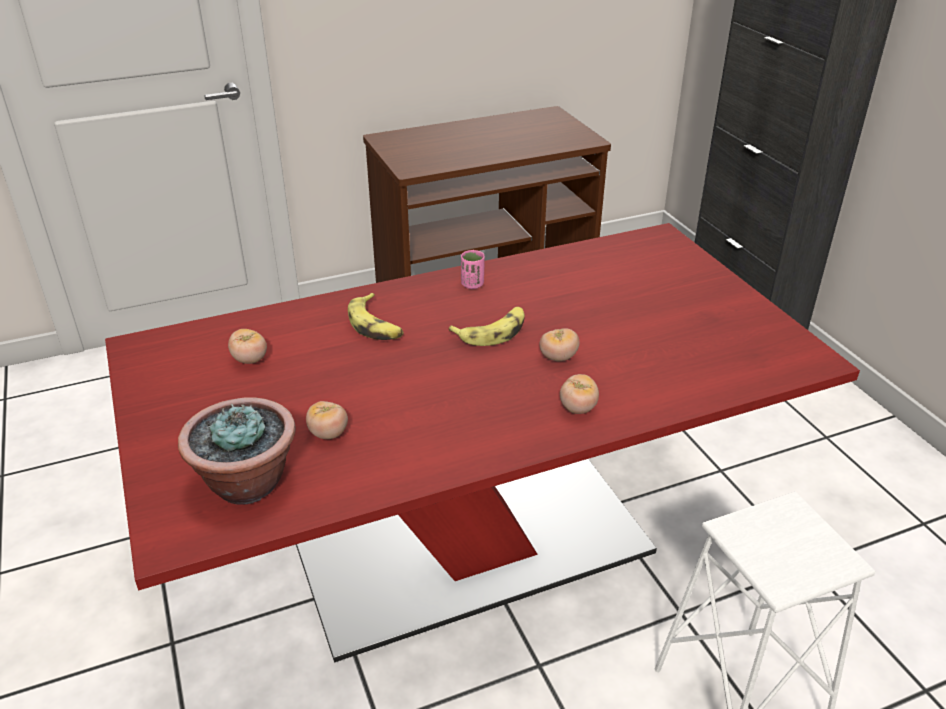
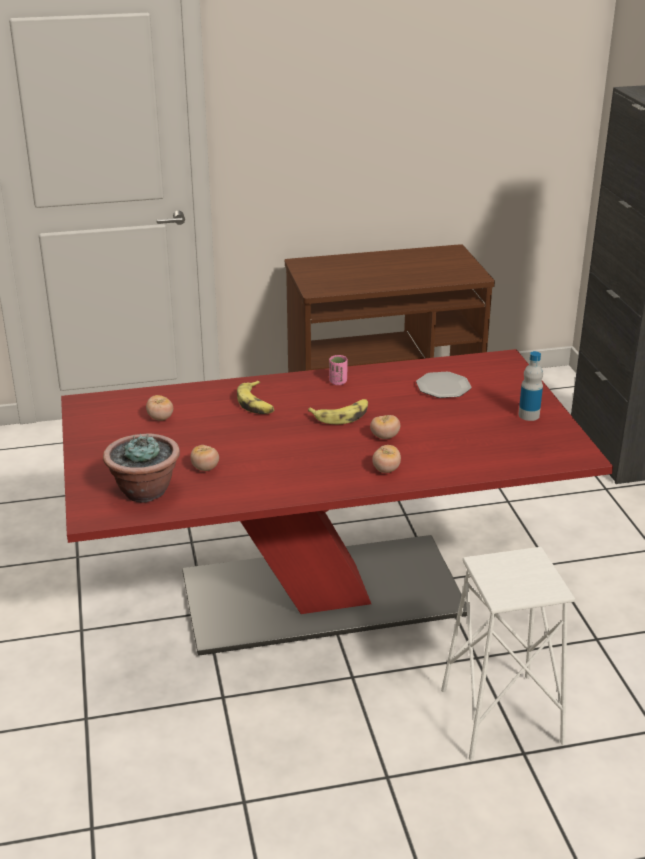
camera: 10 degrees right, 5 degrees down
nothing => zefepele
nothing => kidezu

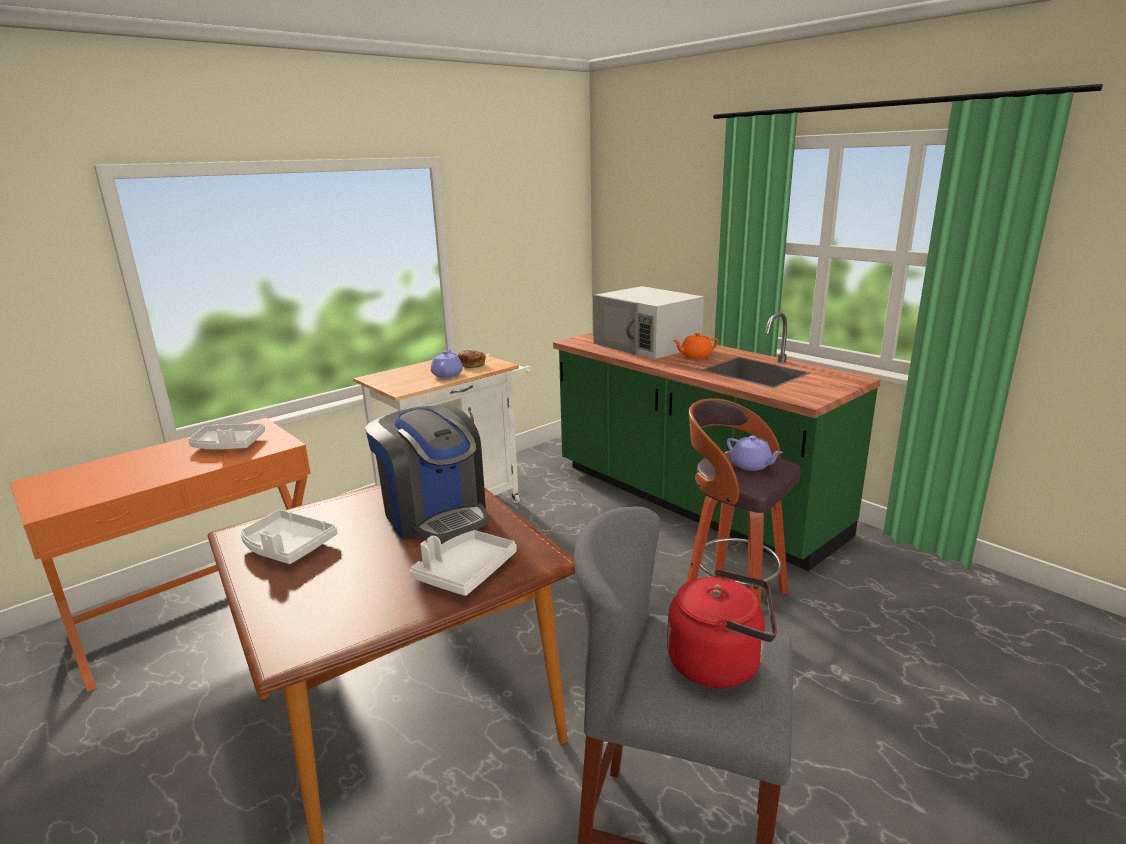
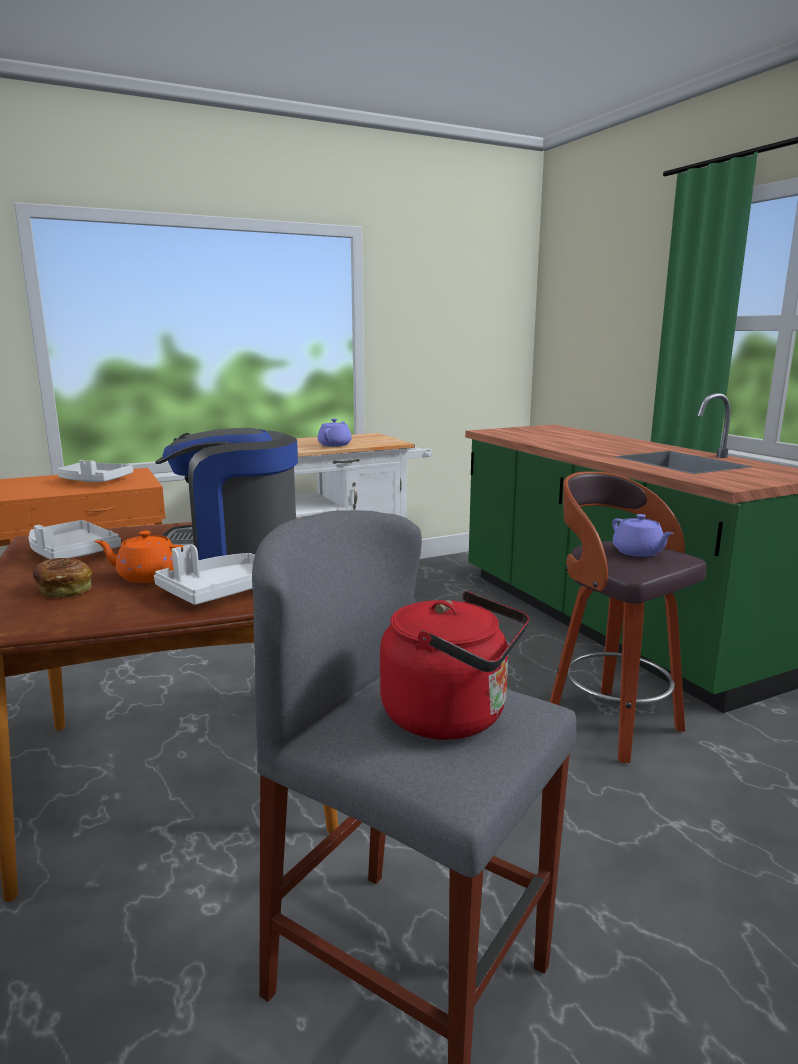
camera: 15 degrees right, 5 degrees down
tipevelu, move
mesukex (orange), move
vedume, 105 degrees clockwise
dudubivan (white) => nothing

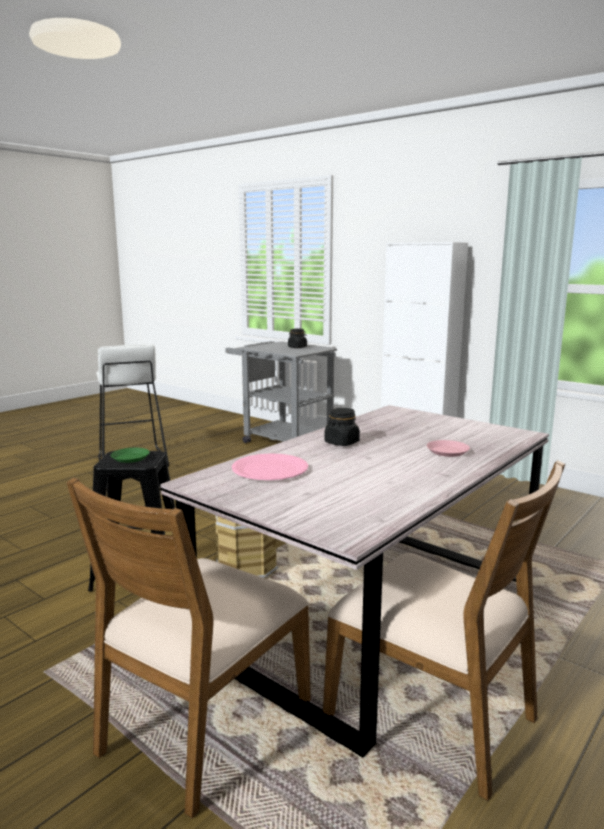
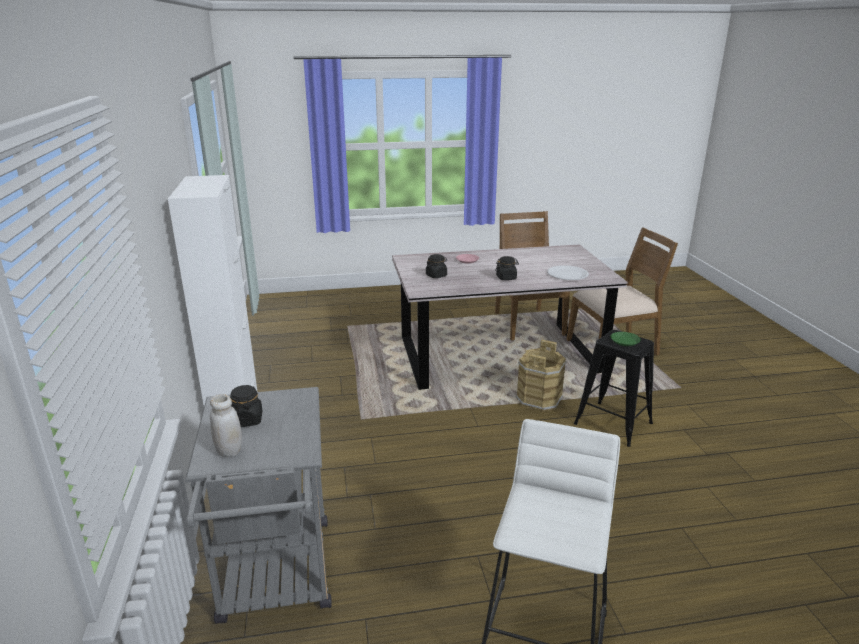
camera: 140 degrees left, 10 degrees up
nothing => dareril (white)
nothing => dareril (black) (2nd from left)
zefepele (pink) (1st from left) => zefepele (white)

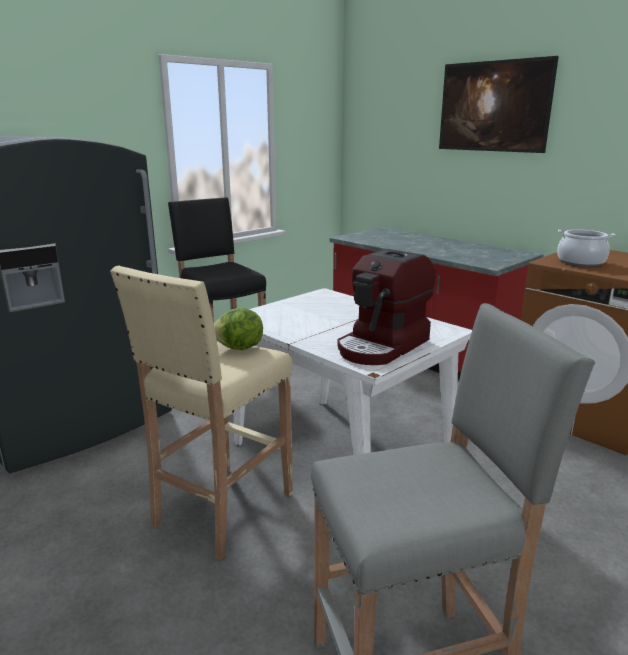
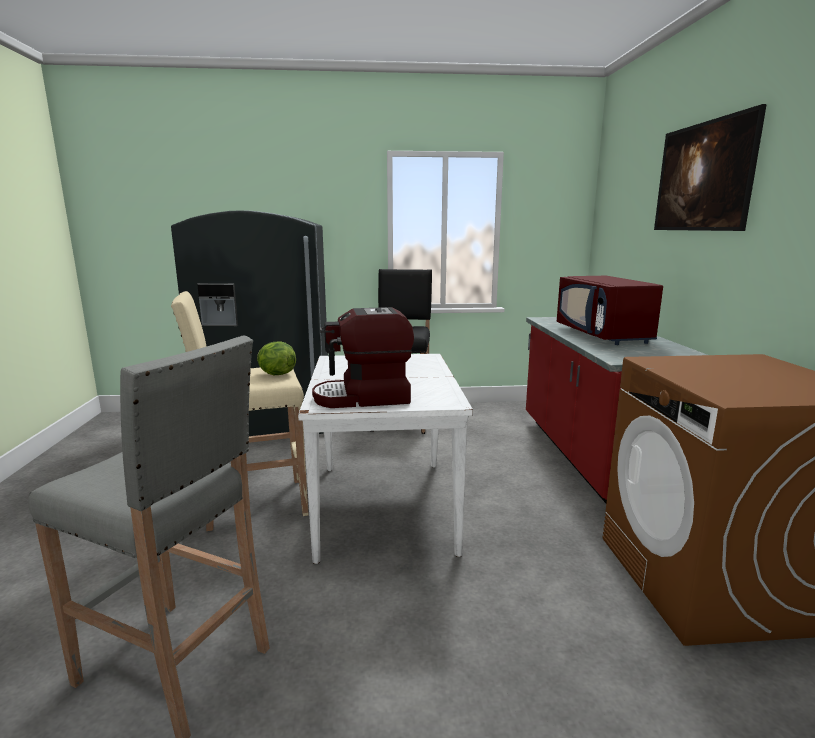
camera: 40 degrees right, 5 degrees down
nothing => dudubivan (red)
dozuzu => nothing

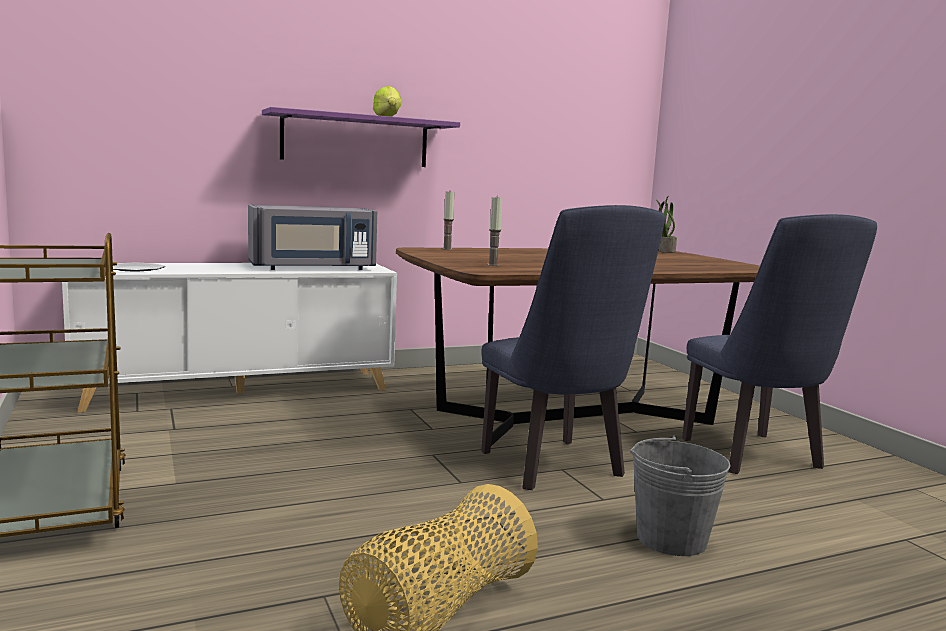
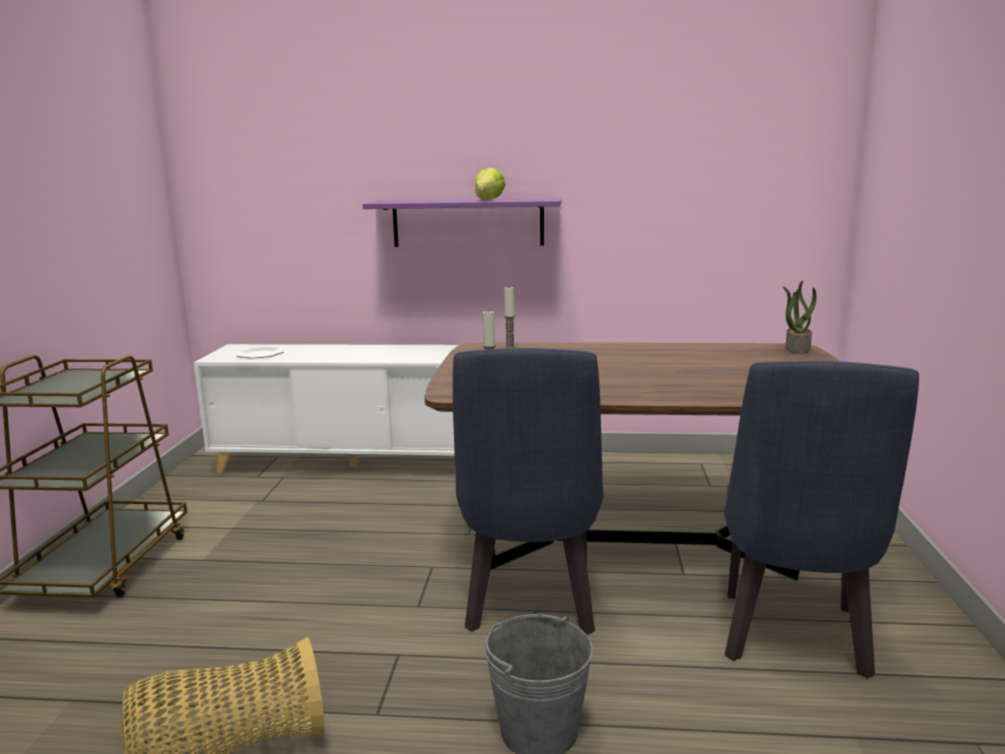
camera: 30 degrees right, 5 degrees up
dudubivan (grey) => nothing

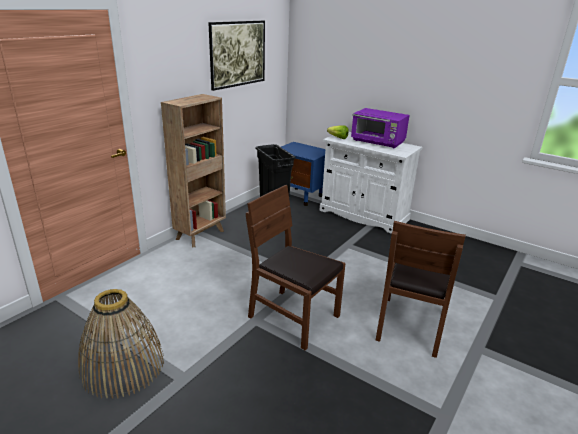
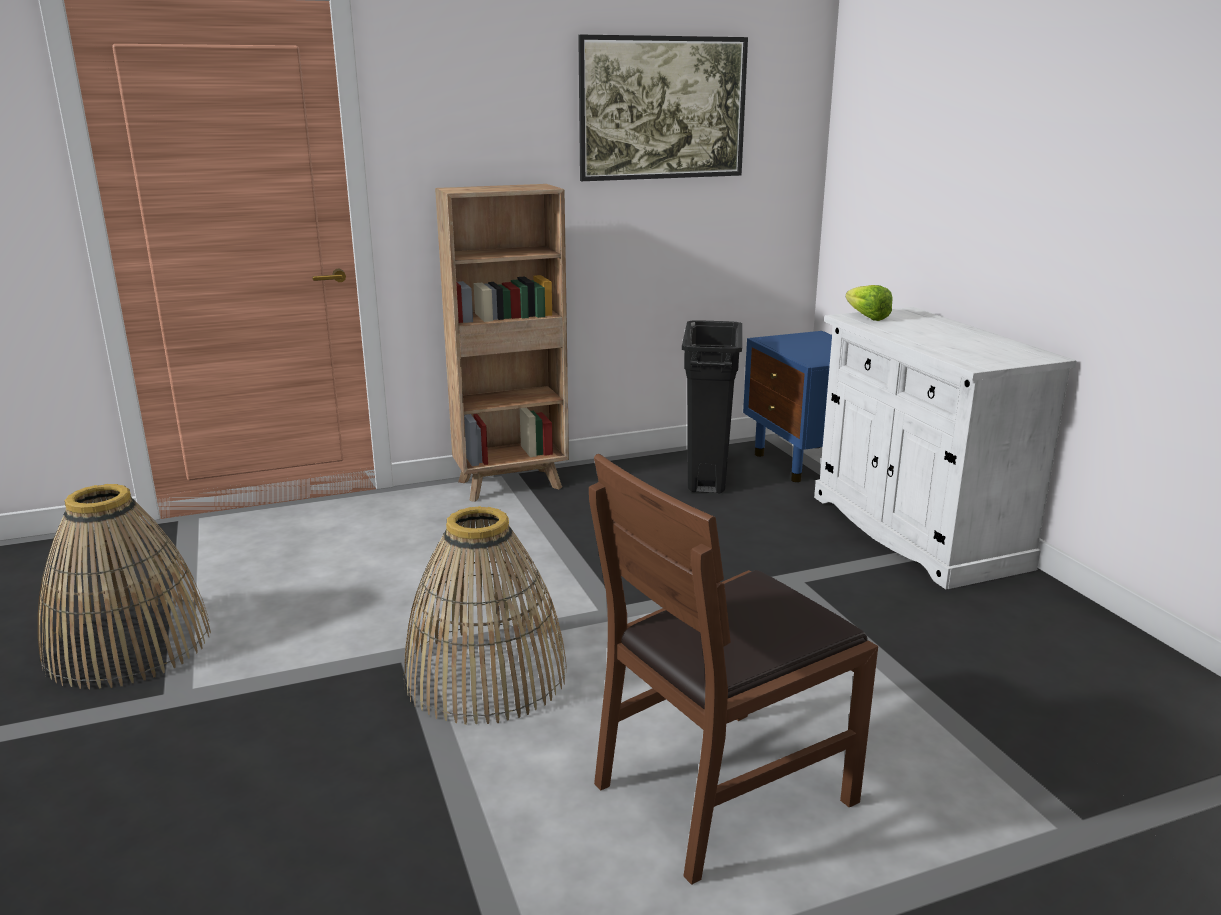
camera: 35 degrees right, 5 degrees down
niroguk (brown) (1st from left) => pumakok (2nd from left)
dudubivan (purple) => nothing

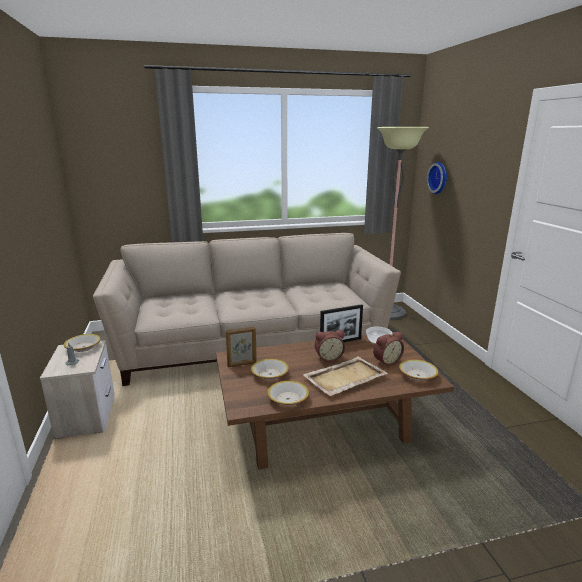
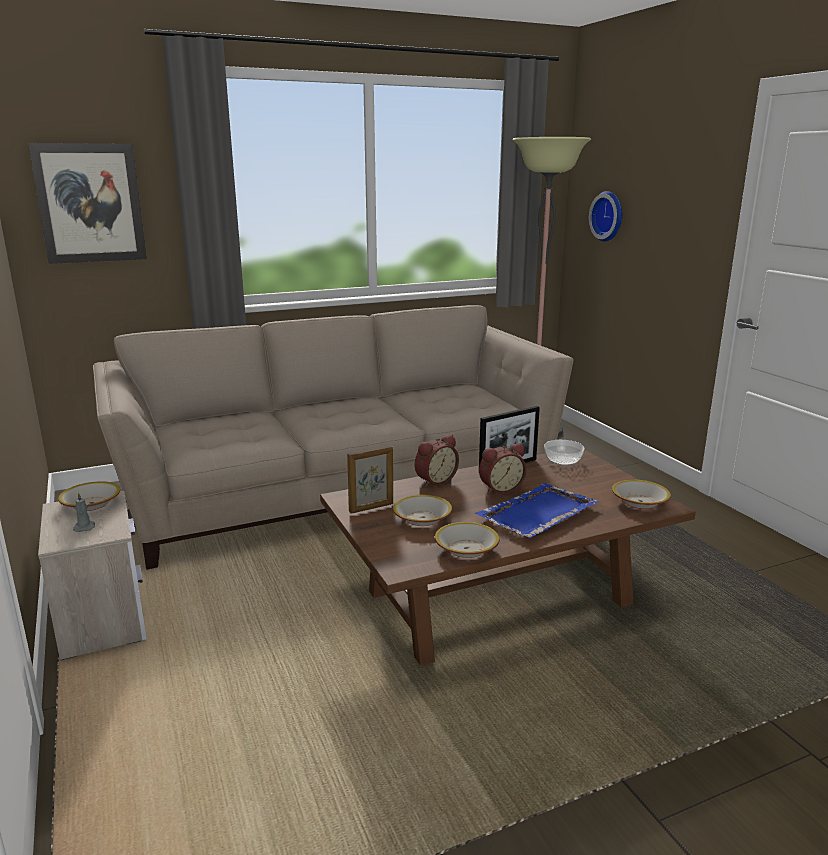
camera: 10 degrees left, 0 degrees up
nothing => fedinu
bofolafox (2nd from left in the first image) => bofolafox (1st from left), move
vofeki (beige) => vofeki (blue)

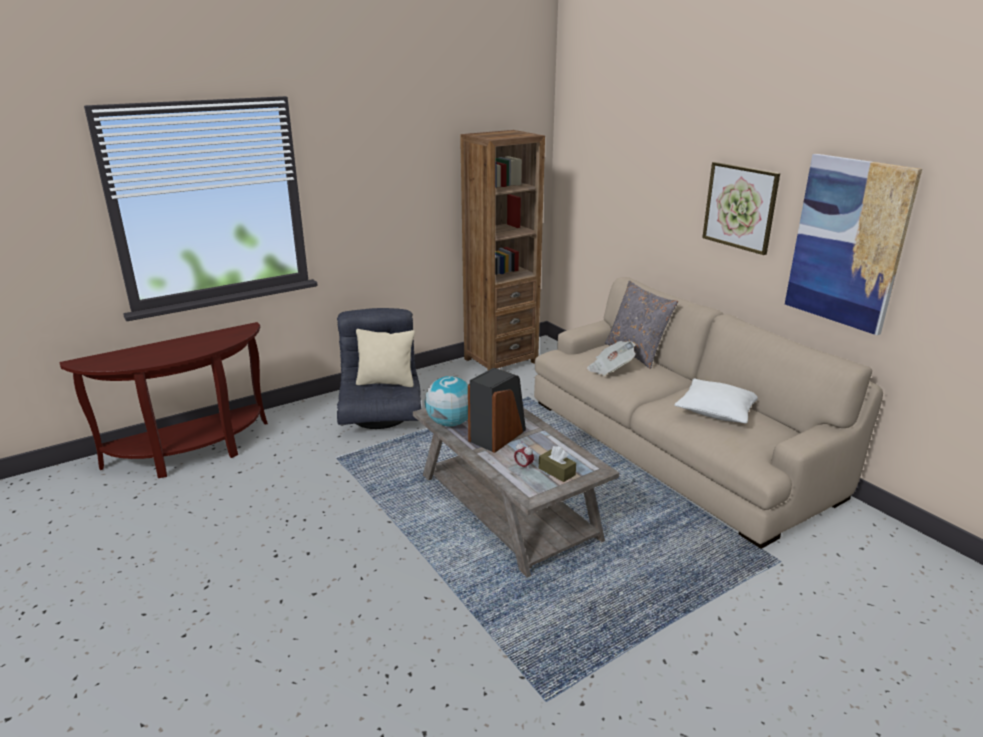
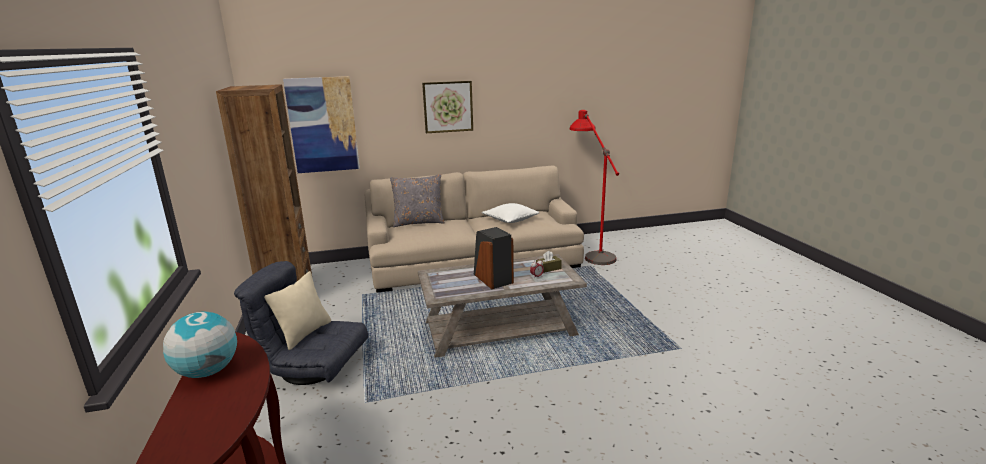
camera: 70 degrees left, 5 degrees down
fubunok, move
fedinu (2nd from left in the first image) => fedinu (1st from left), move
nothing => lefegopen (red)
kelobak => nothing

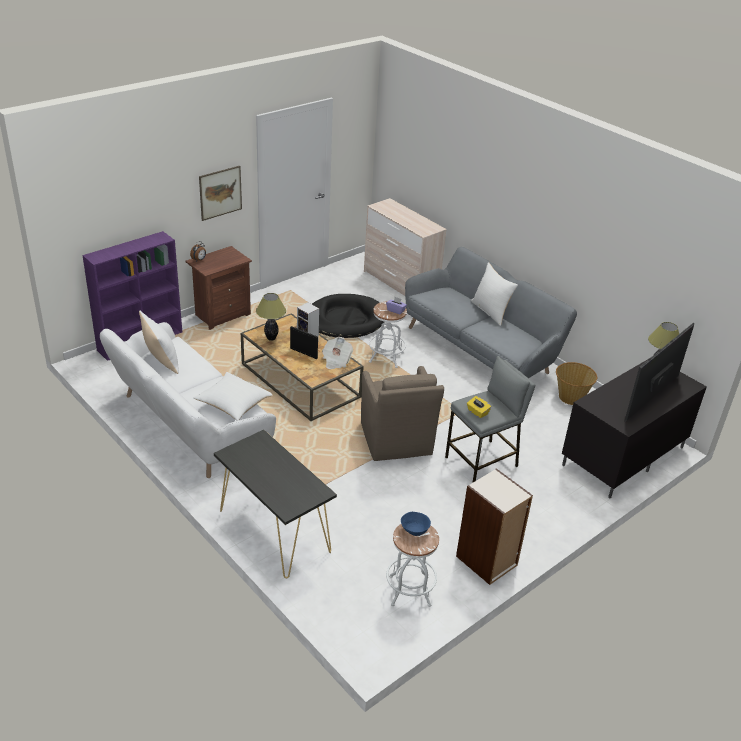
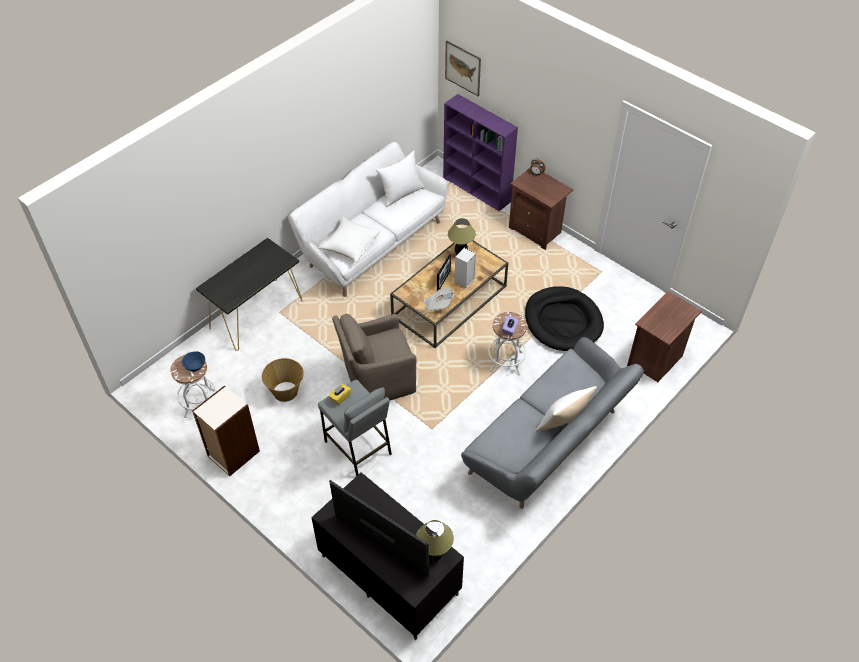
camera: 85 degrees right, 15 degrees up
pumakok, move
fedinu, move
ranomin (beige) => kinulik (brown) (2nd from left)

